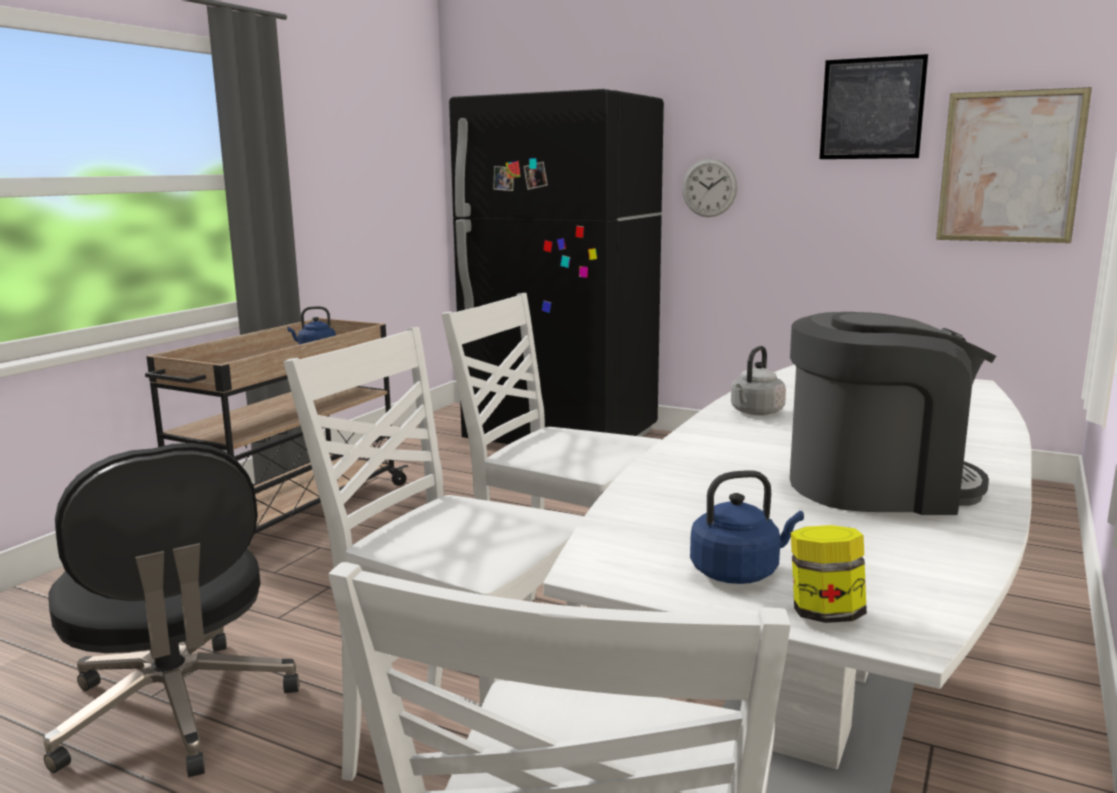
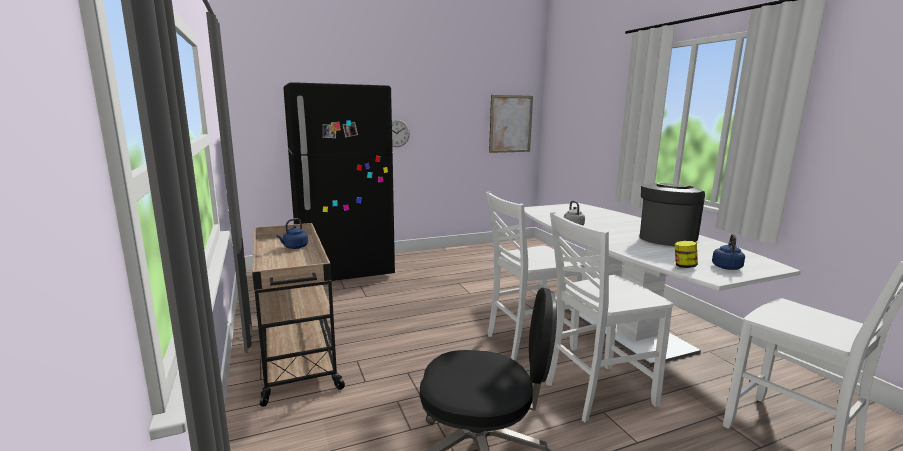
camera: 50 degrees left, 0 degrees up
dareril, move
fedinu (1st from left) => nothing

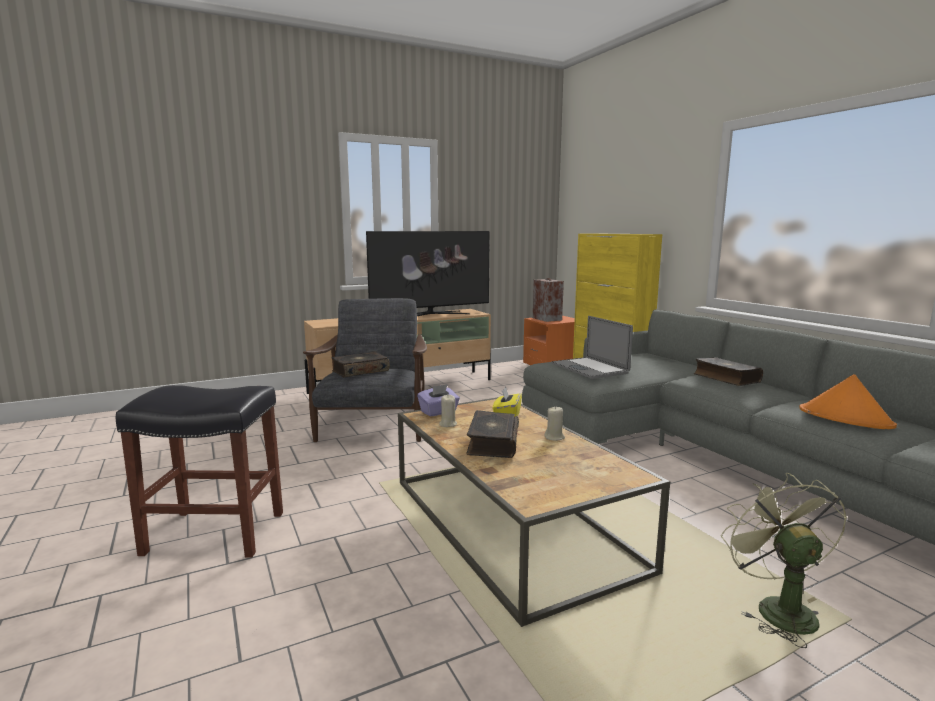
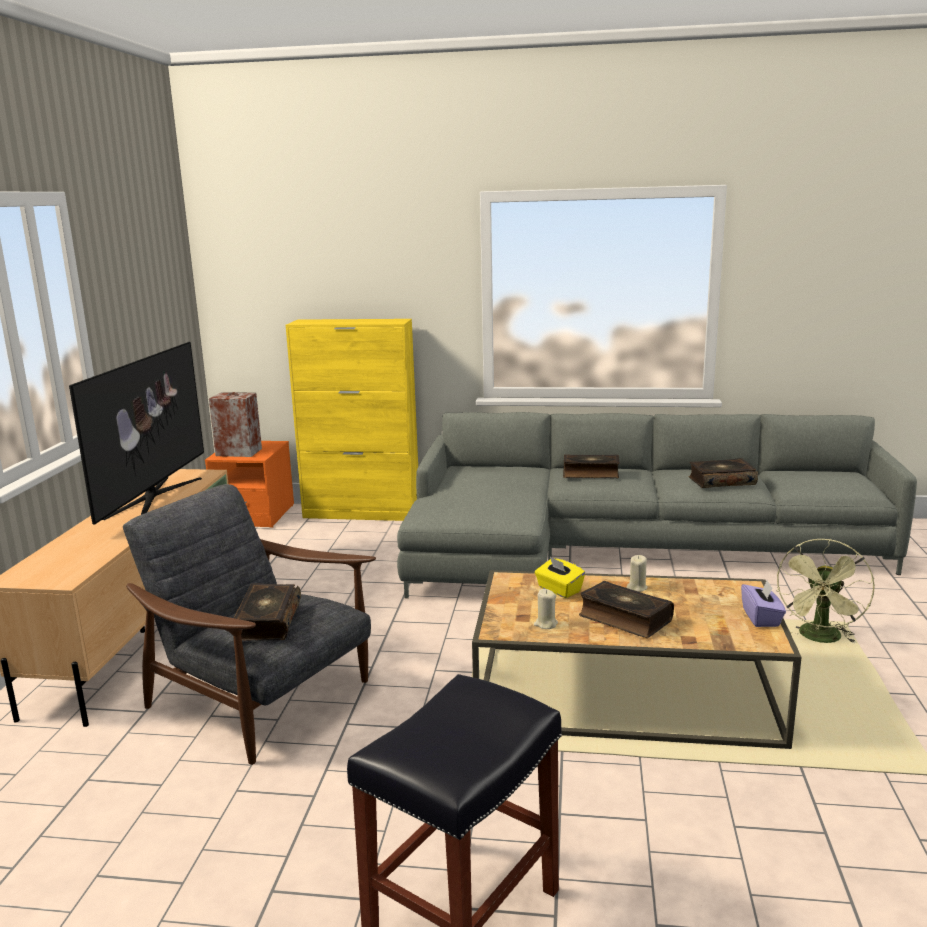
camera: 55 degrees left, 5 degrees up
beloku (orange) => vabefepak (4th from left)
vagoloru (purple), move
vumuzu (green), 90 degrees counterclockwise
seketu => nothing

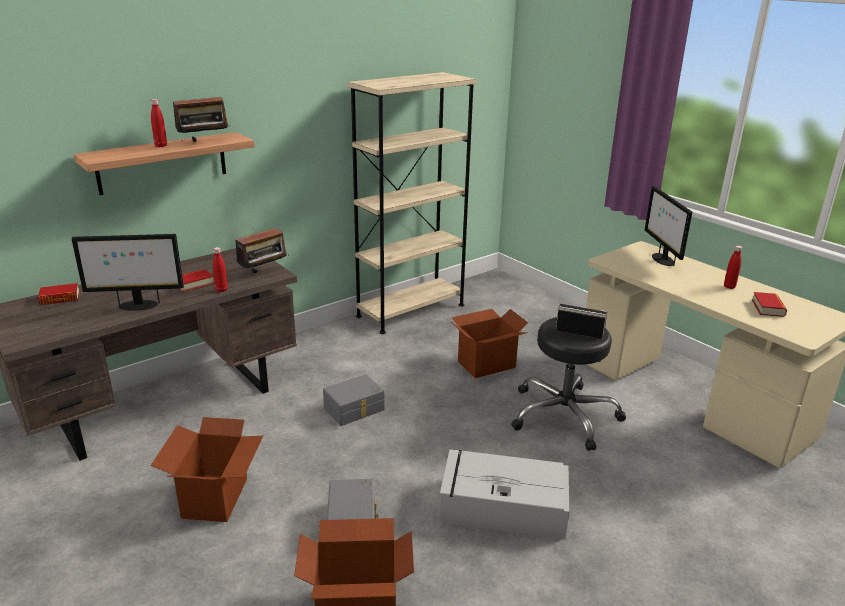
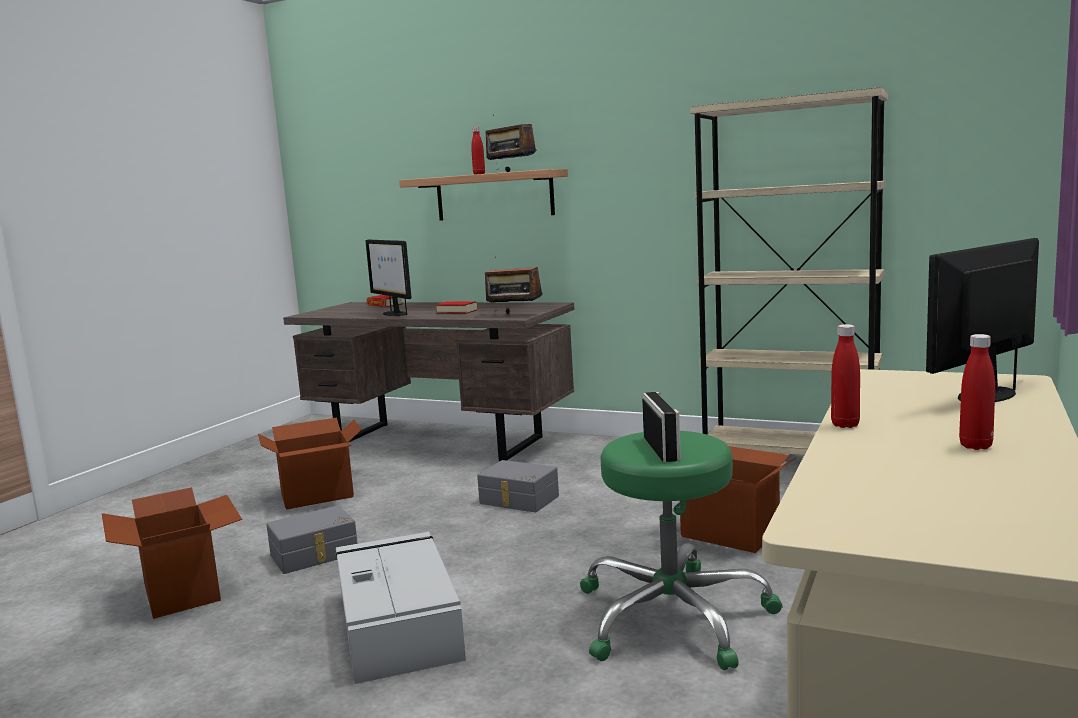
camera: 65 degrees right, 15 degrees down
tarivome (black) => tarivome (green)
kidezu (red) (2nd from left), move
vabefepak (3rd from left) => nothing

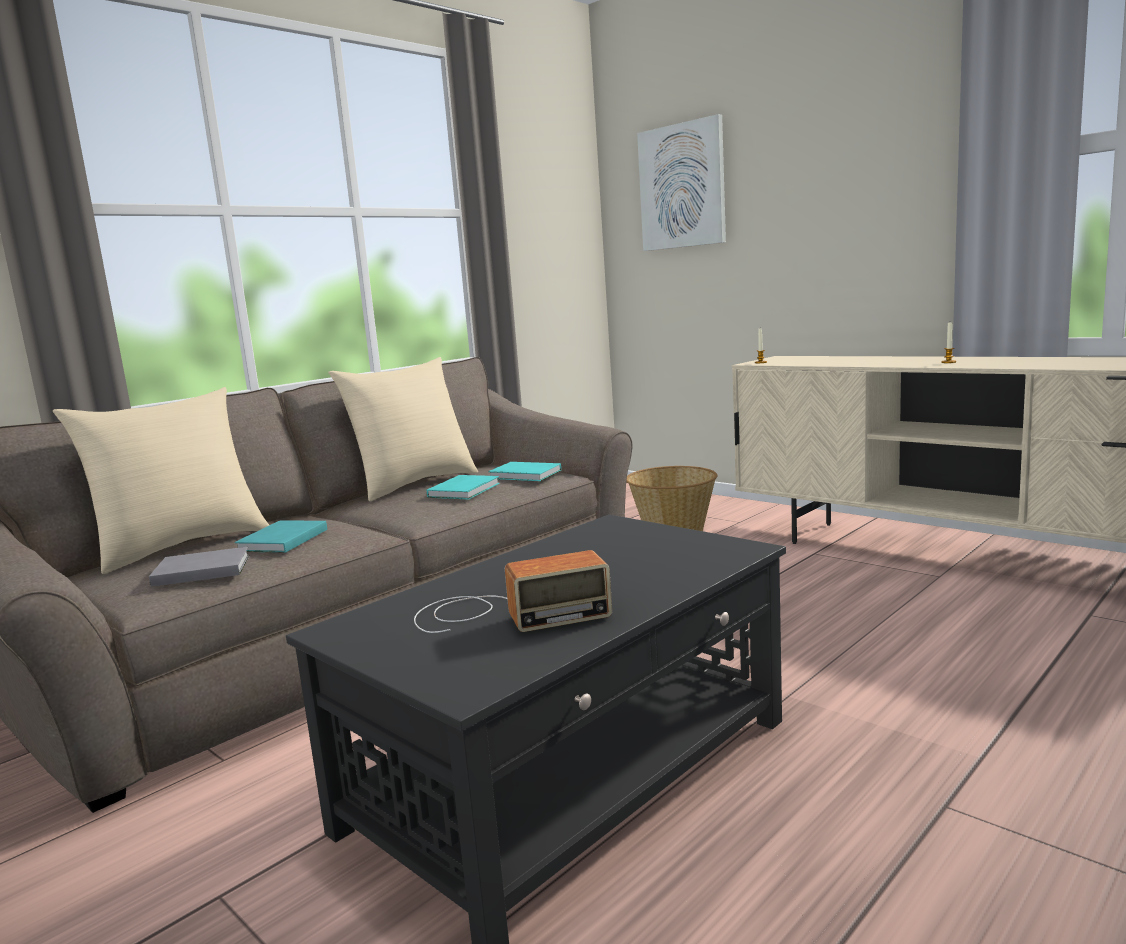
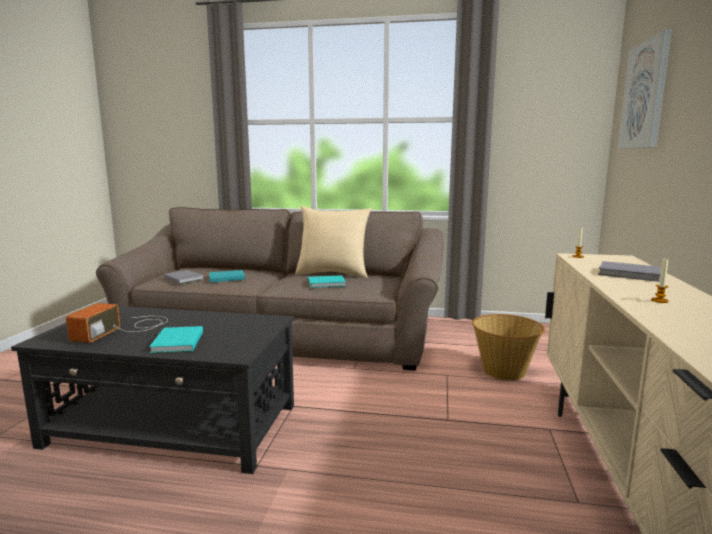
camera: 55 degrees right, 0 degrees up
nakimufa, 60 degrees clockwise
vabefepak (turquoise) (3rd from left in the first image) => vabefepak (turquoise) (1st from left), move
nothing => vabefepak (grey) (2nd from left)
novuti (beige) (1st from left) => nothing

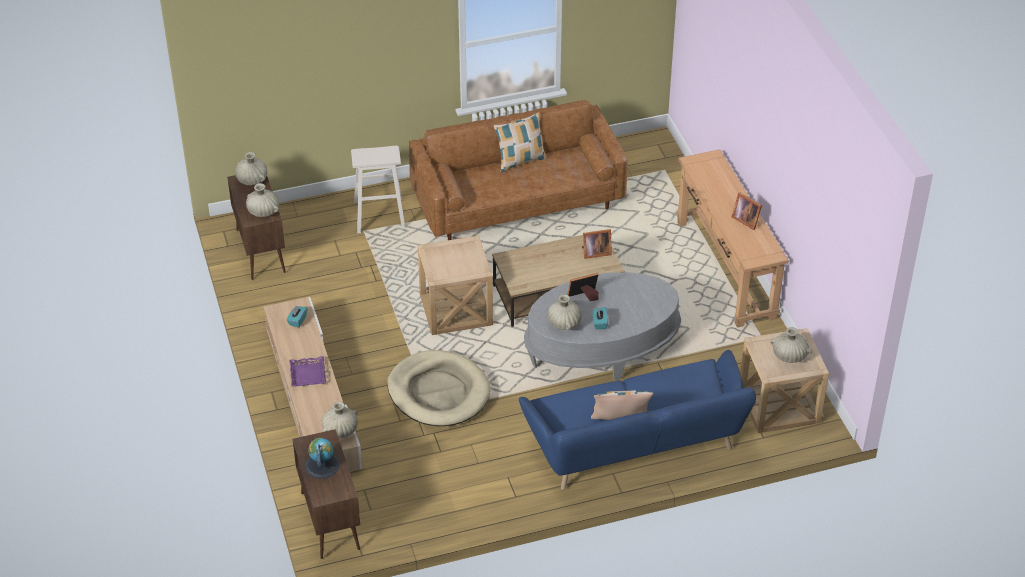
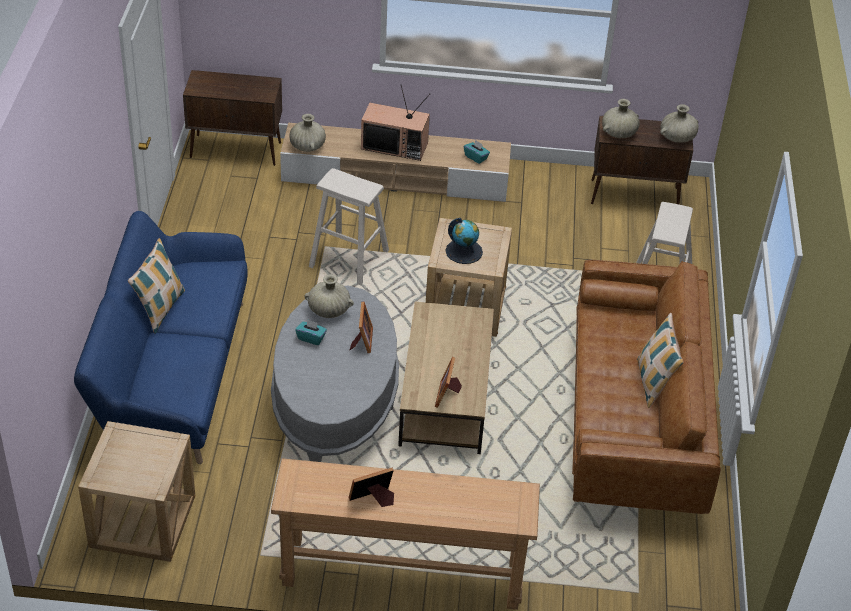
camera: 110 degrees right, 0 degrees up
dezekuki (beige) => tarivome (beige) (1st from left)
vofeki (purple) => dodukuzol
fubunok, move
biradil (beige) (5th from left) => nothing

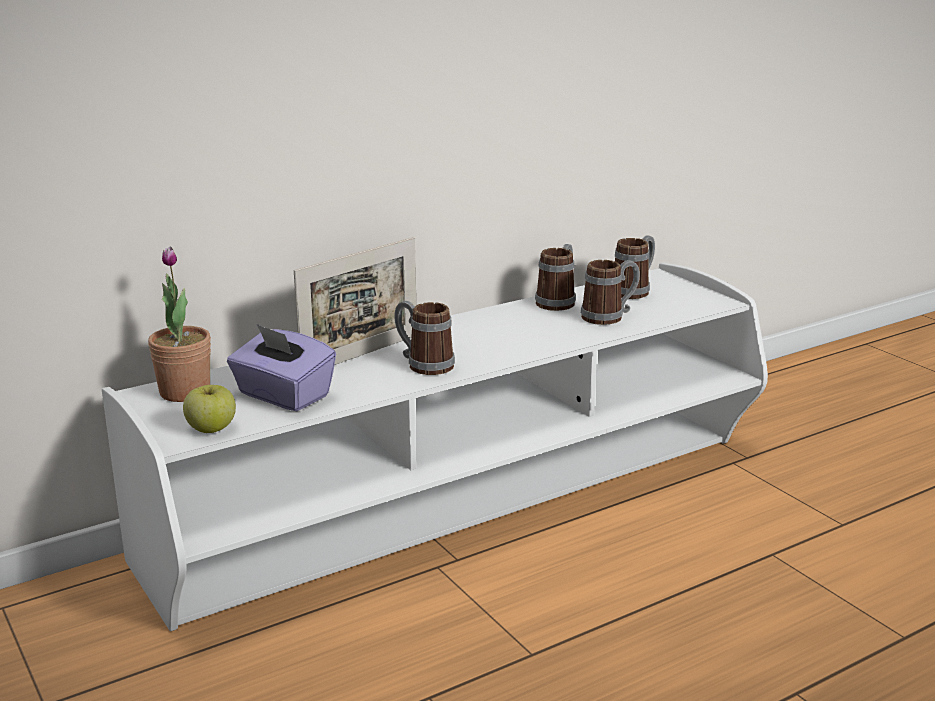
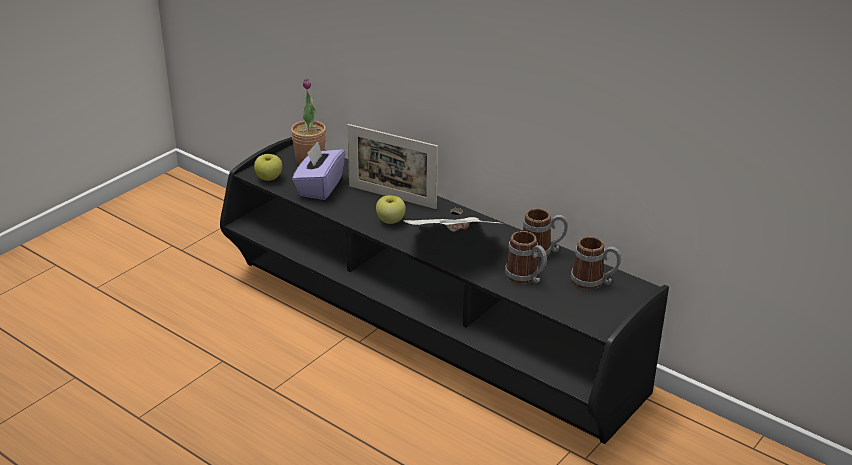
camera: 70 degrees right, 10 degrees up
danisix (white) => danisix (black)
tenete (1st from left) => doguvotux (2nd from left)
nothing => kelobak

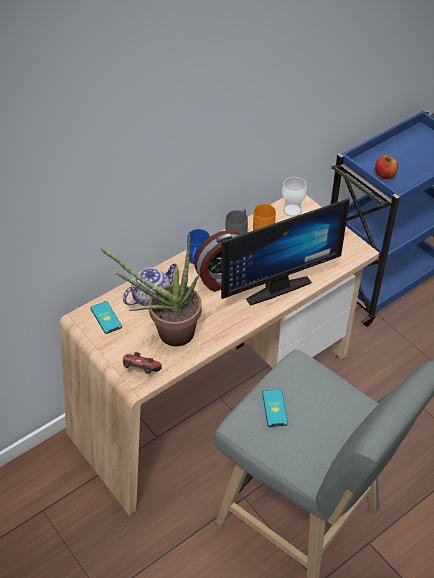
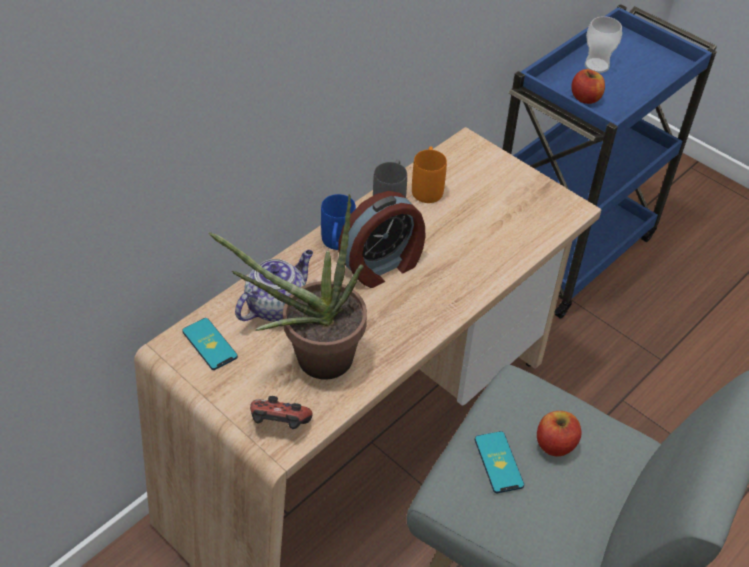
camera: 10 degrees left, 0 degrees up
nothing => doguvotux (1st from left)
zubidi, move
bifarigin => nothing

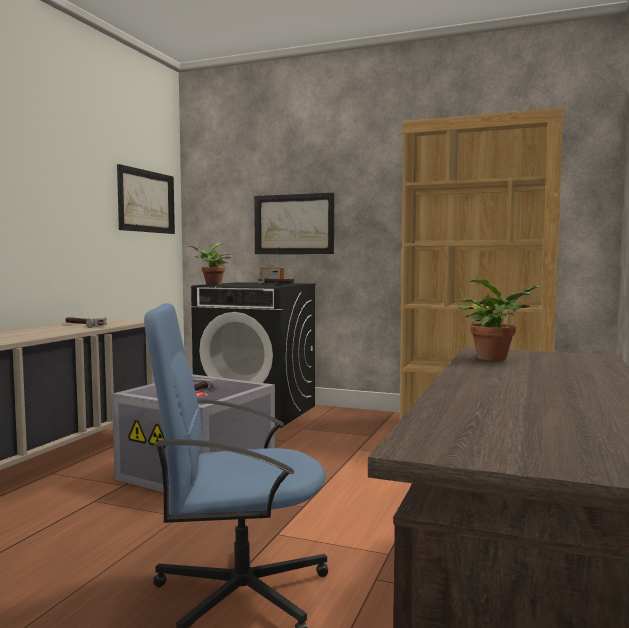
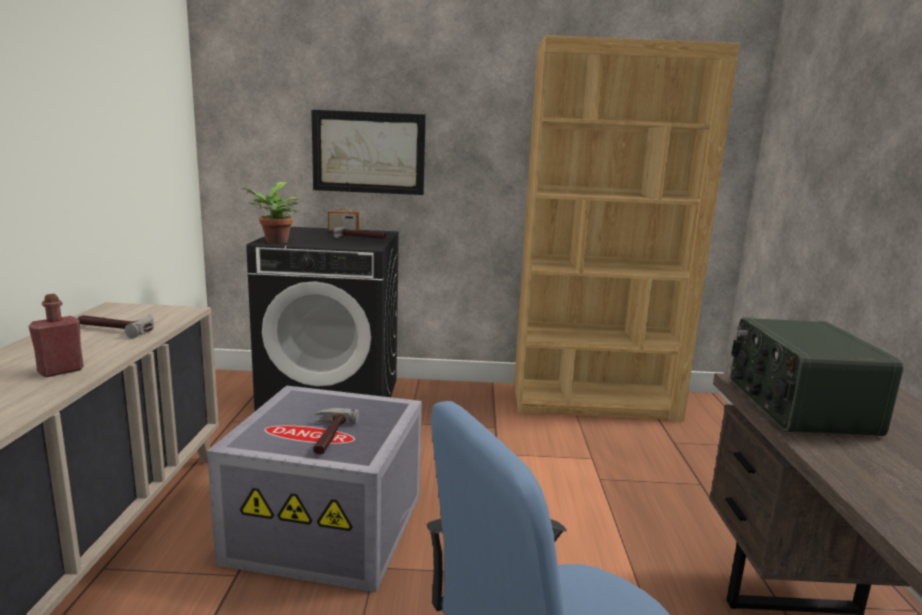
camera: 20 degrees left, 10 degrees up
nothing => kidezu (red)
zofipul (2nd from left) => nakimufa (2nd from left)
fedinu (1st from left) => nothing

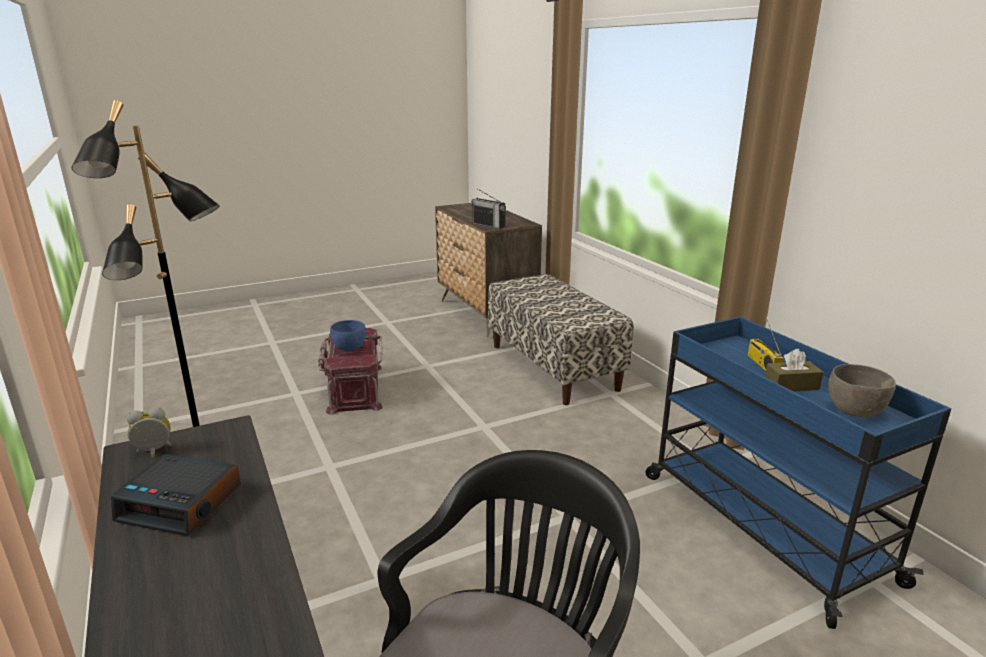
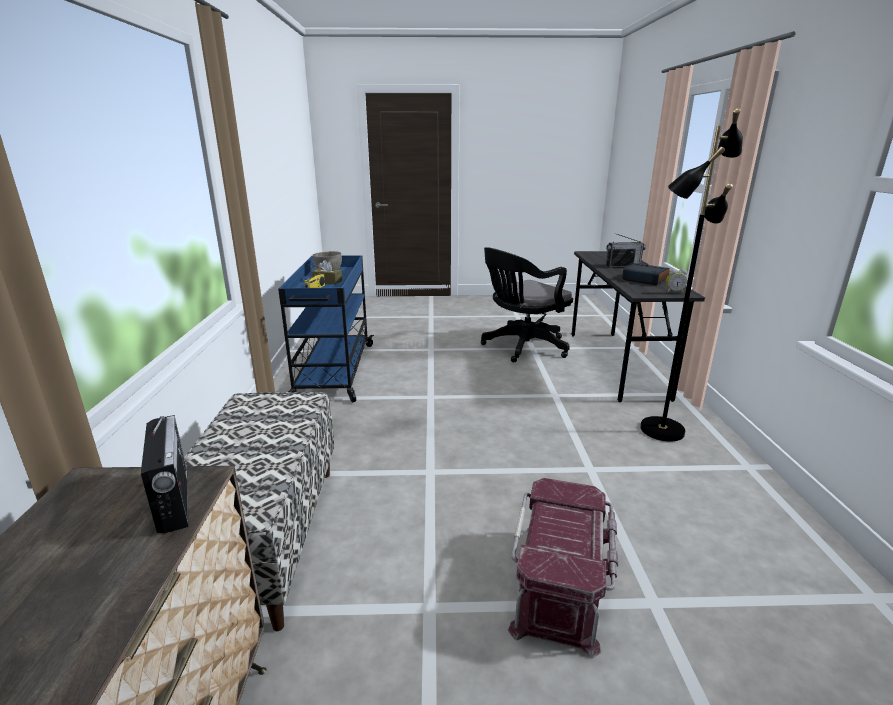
camera: 155 degrees left, 0 degrees up
nothing => nakimufa (3rd from left)
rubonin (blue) => nothing

